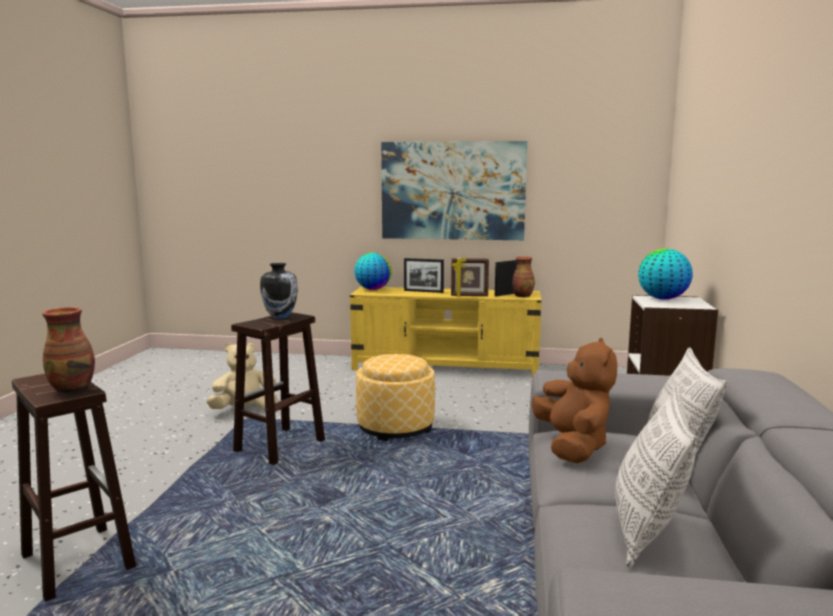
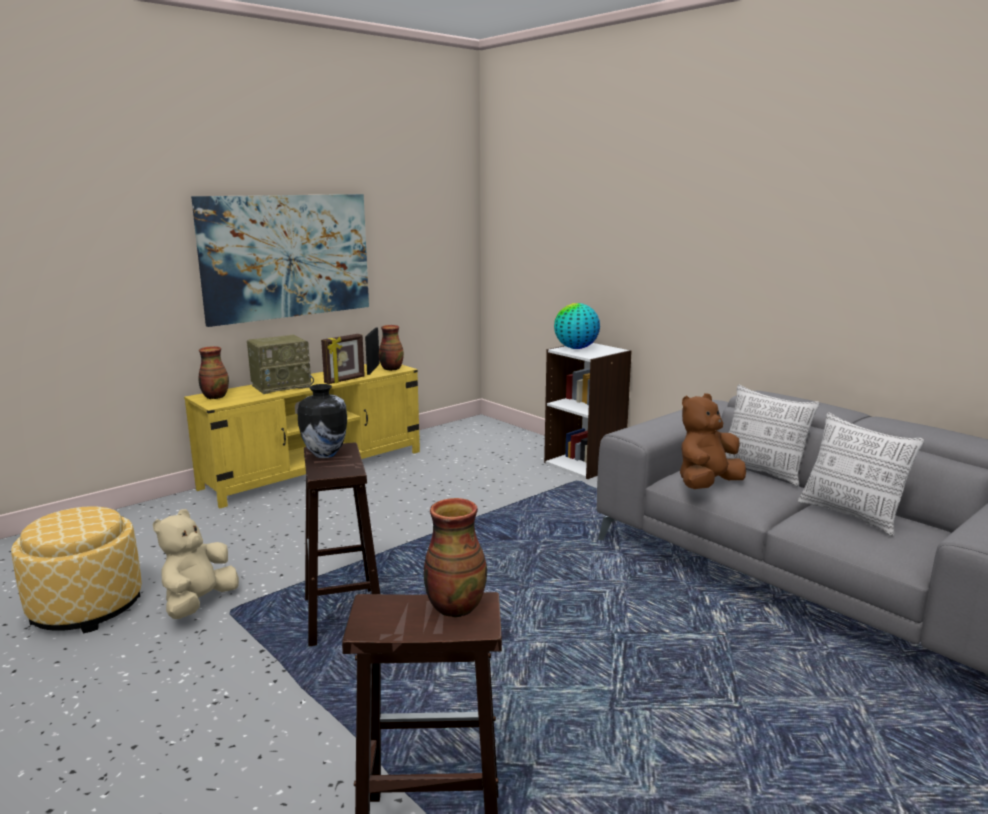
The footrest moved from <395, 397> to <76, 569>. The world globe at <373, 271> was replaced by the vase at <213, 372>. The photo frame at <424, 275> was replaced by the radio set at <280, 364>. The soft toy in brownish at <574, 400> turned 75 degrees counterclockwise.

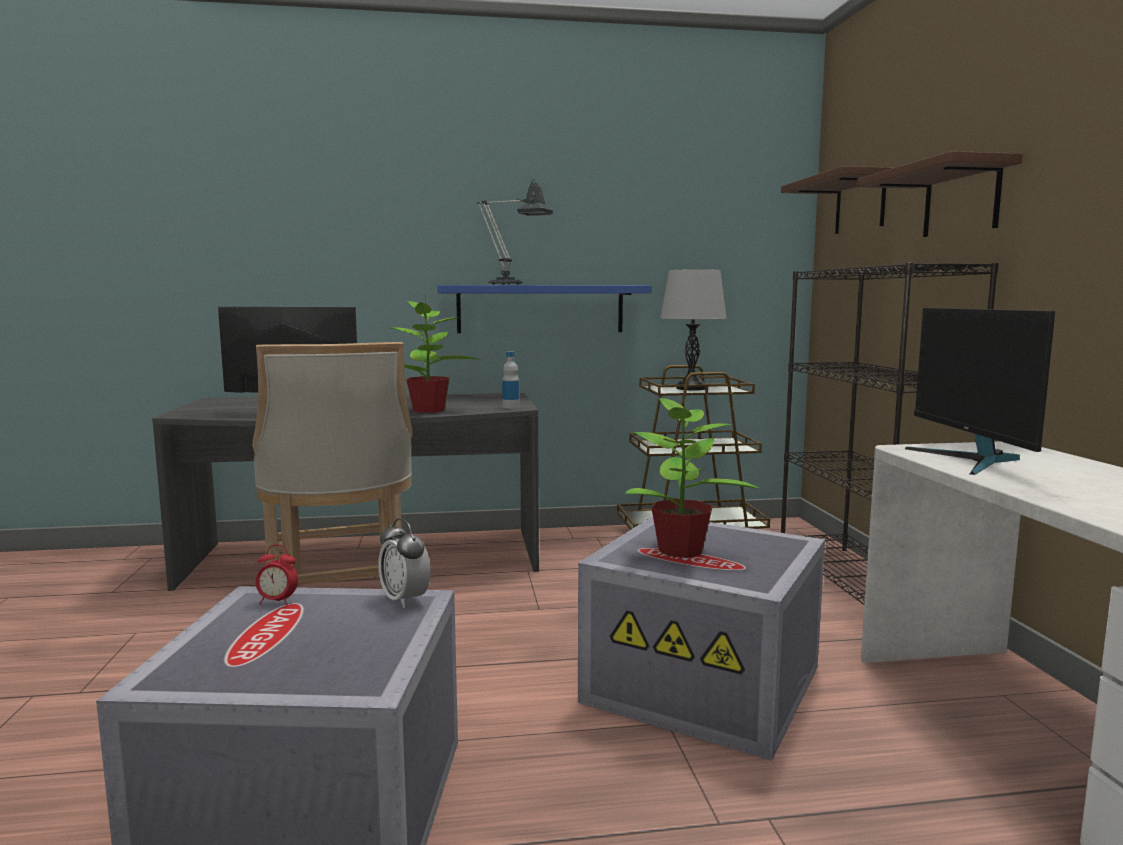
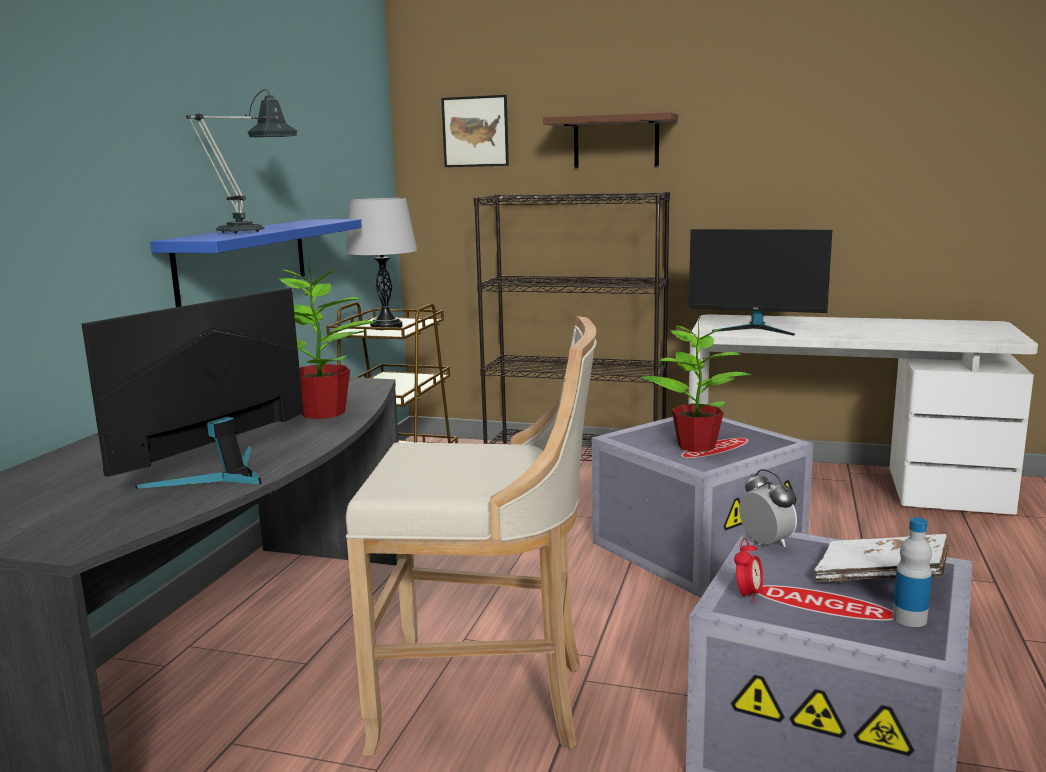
The wall shelf in brownish at <838, 200> was replaced by the wall picture at <475, 131>. The table clock at <404, 563> turned 105 degrees counterclockwise. The book in whitish at <881, 558> appeared. The drink bottle moved from <510, 380> to <912, 572>.

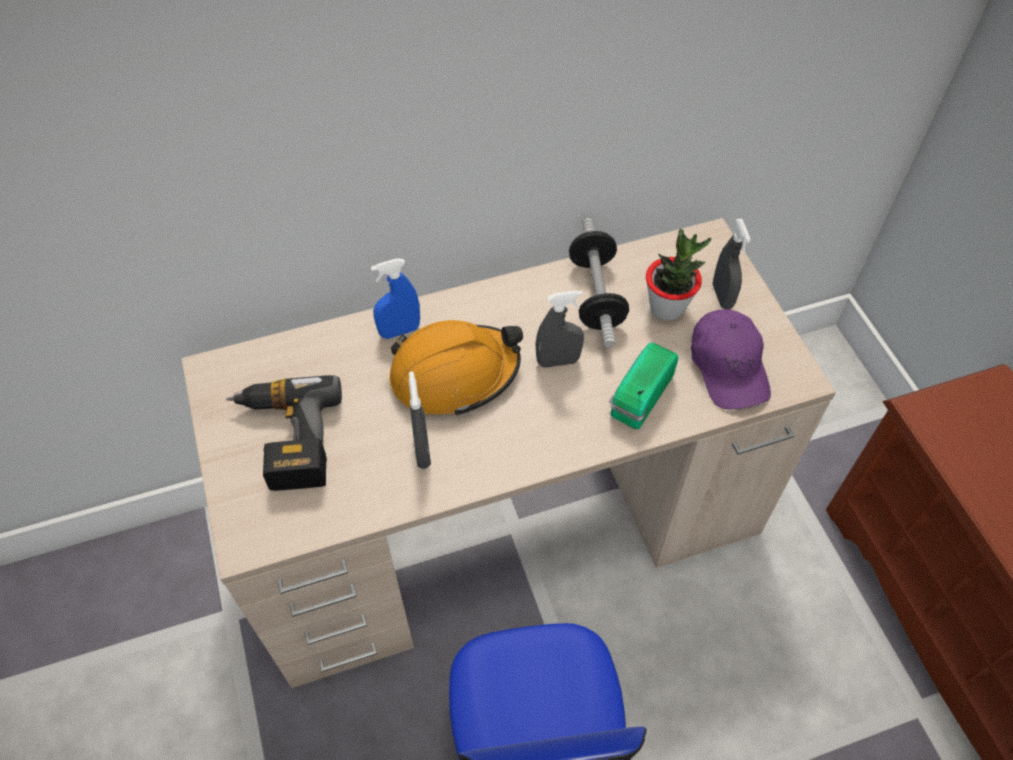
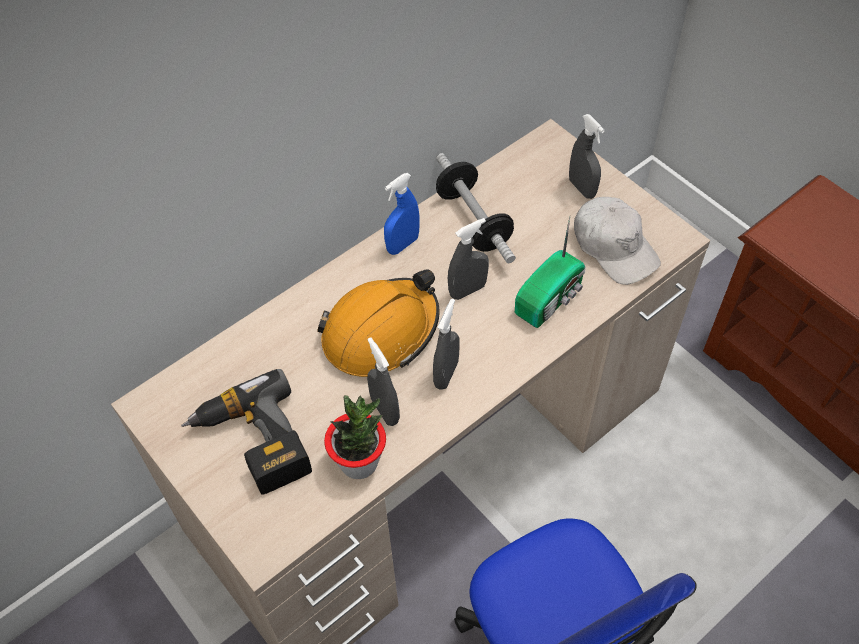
The plant in a pot moved from <678, 275> to <355, 437>. The sprayer in blue moved from <395, 298> to <402, 214>. The sprayer in grey at <446, 344> appeared. The radio set at <643, 386> turned 150 degrees counterclockwise. The peaked cap in purplish at <731, 359> became the peaked cap in whitish at <617, 241>.

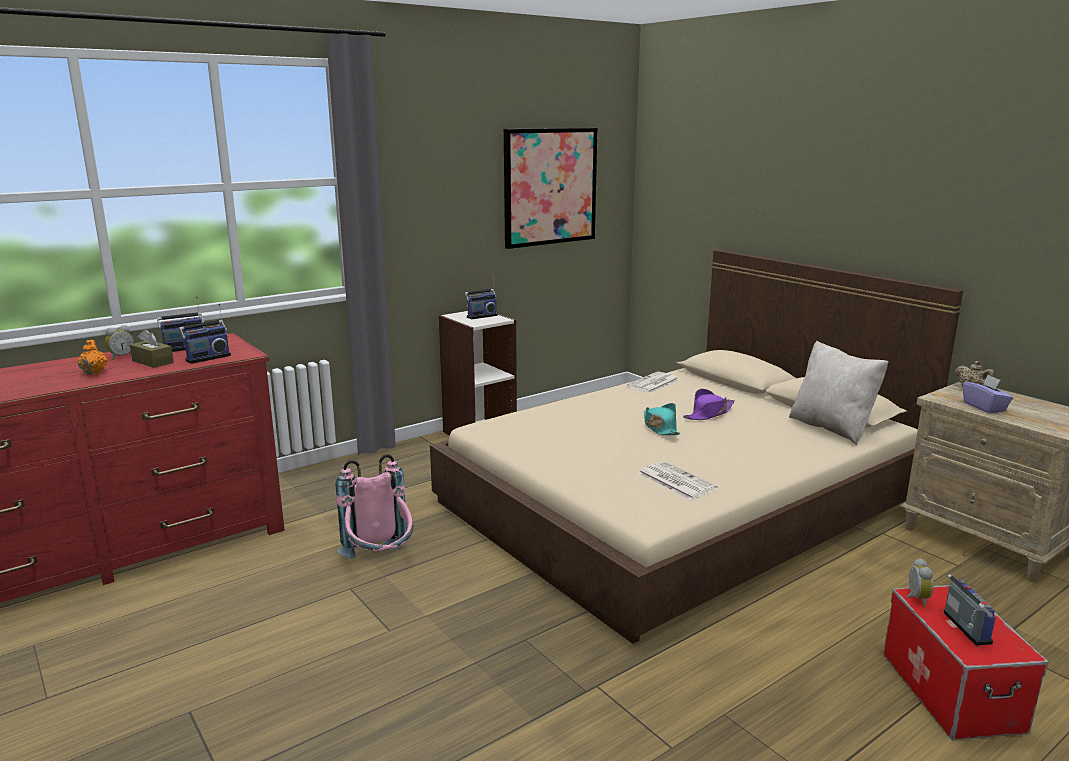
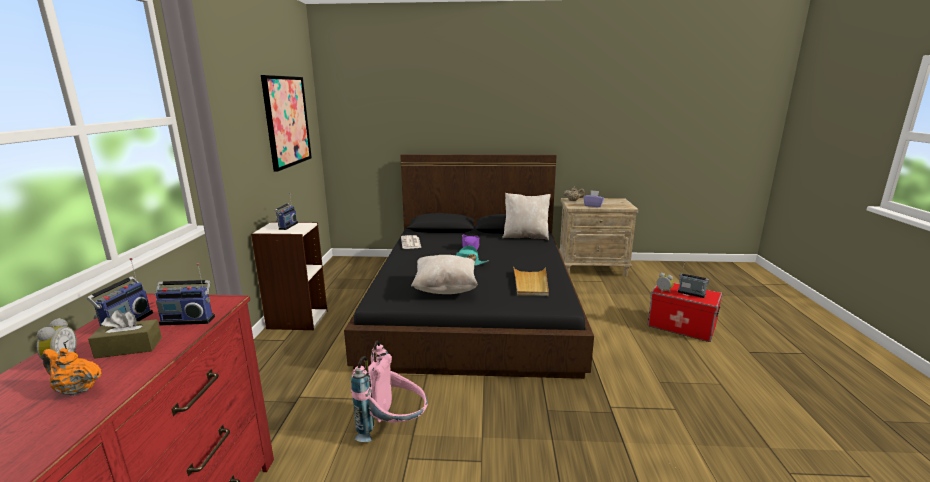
The radio set at <205, 333> turned 90 degrees clockwise. The bed in sand-coloured at <696, 447> became the bed in blackish at <469, 266>. The pillow in sand-coloured at <444, 274> appeared. The newspaper at <677, 480> was replaced by the tray in sand-coloured at <531, 281>.

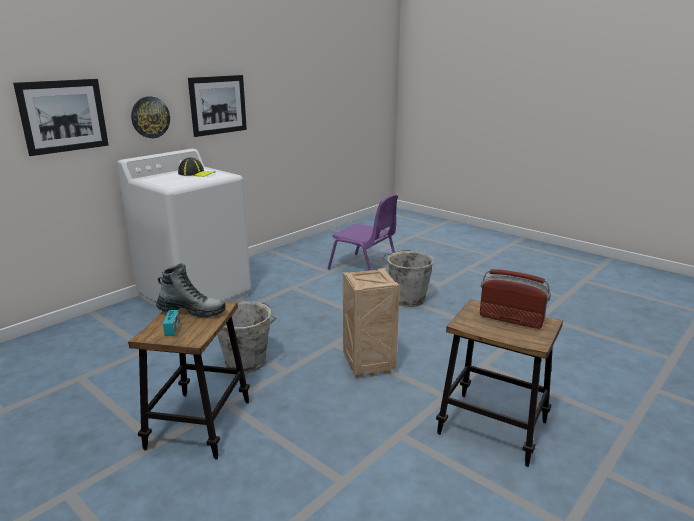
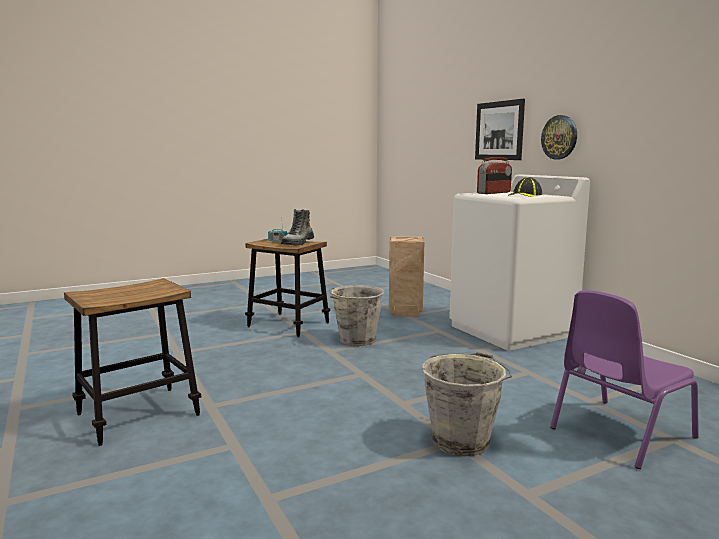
The crate moved from <371, 323> to <406, 276>. The radio set moved from <515, 299> to <494, 175>. The wall picture at <217, 106> disappeared.

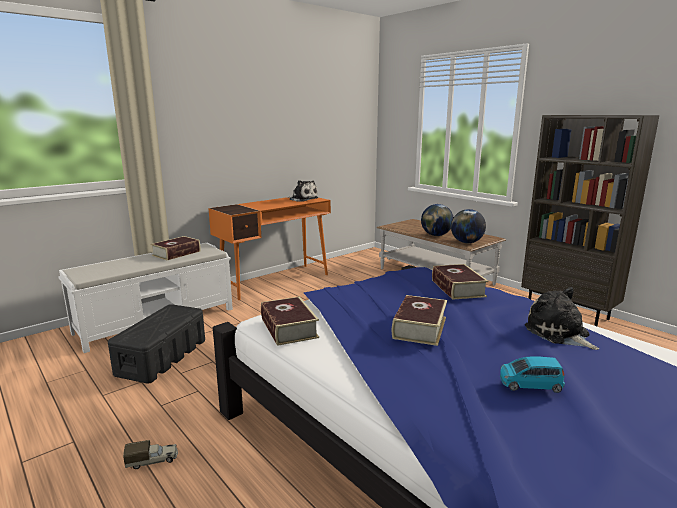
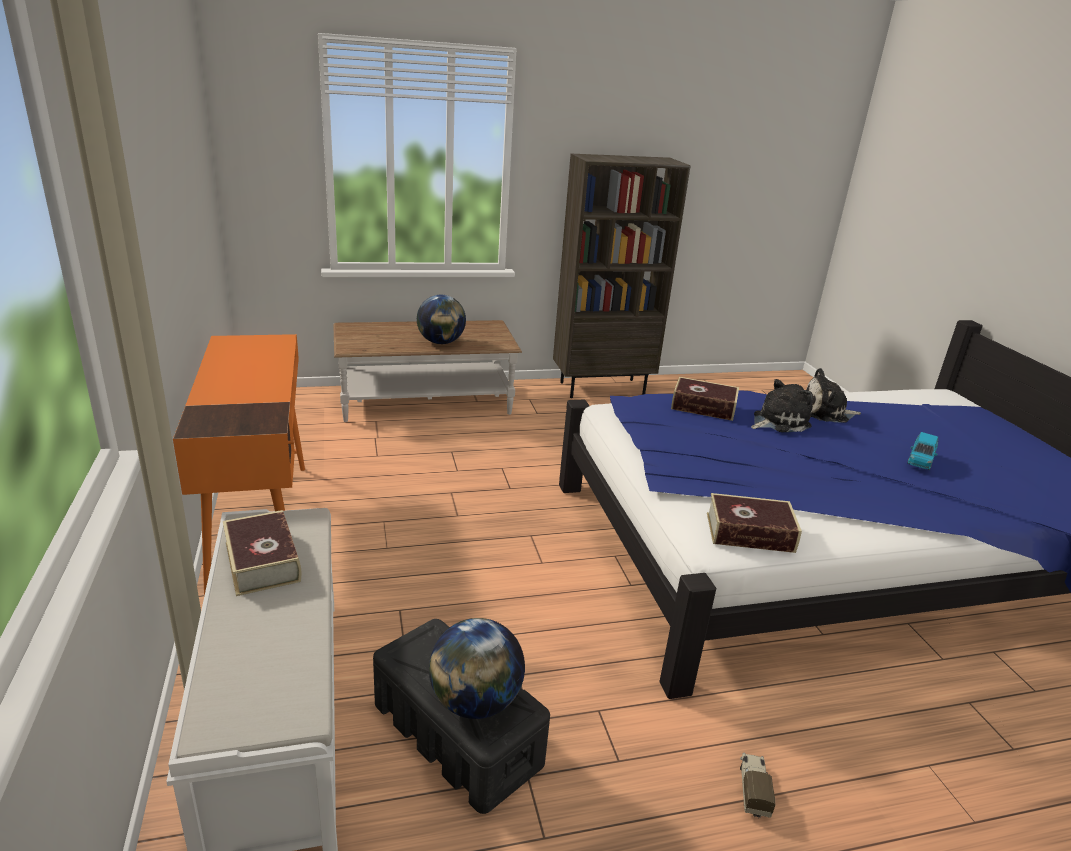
The world globe moved from <468, 226> to <477, 668>. The soft toy moved from <302, 191> to <782, 405>. The book at <419, 320> disappeared.

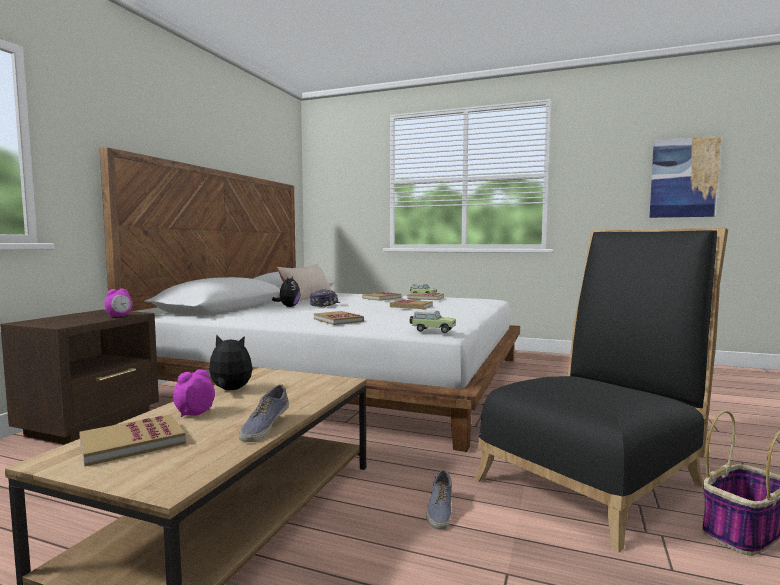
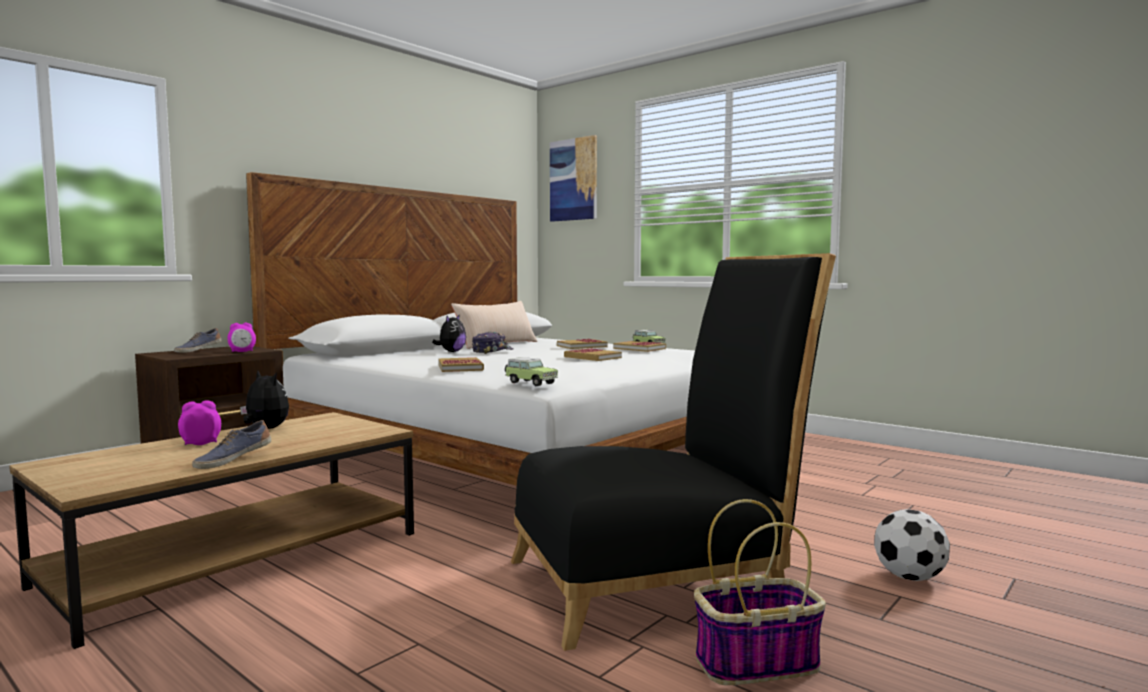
The item of footwear moved from <439, 500> to <198, 340>. The wall picture moved from <685, 177> to <573, 178>. The ball for football at <912, 545> appeared. The book at <132, 440> disappeared.

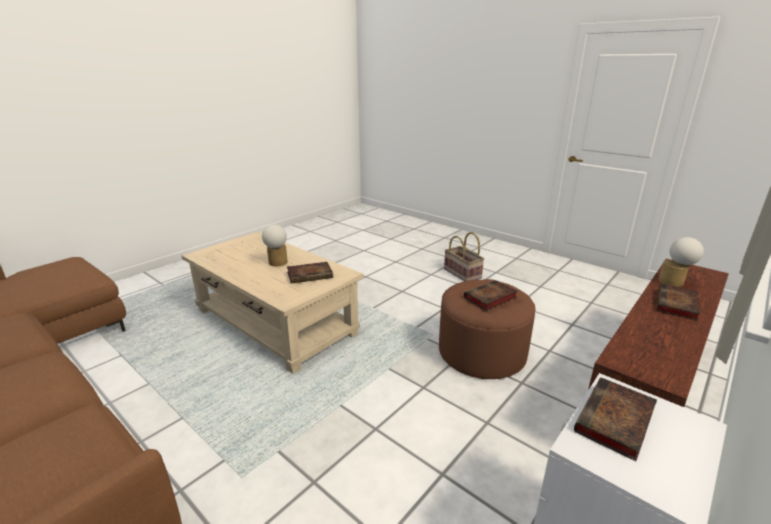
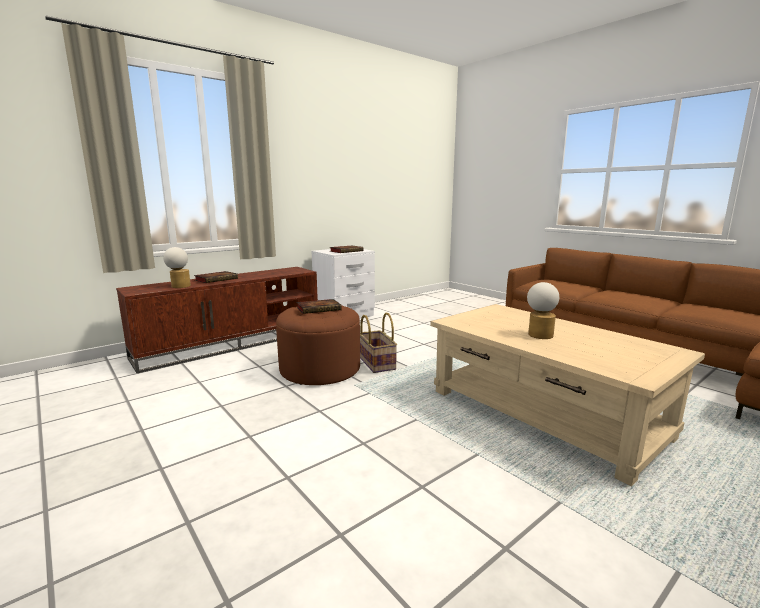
The basket moved from <464, 256> to <378, 342>. The book at <310, 273> disappeared.

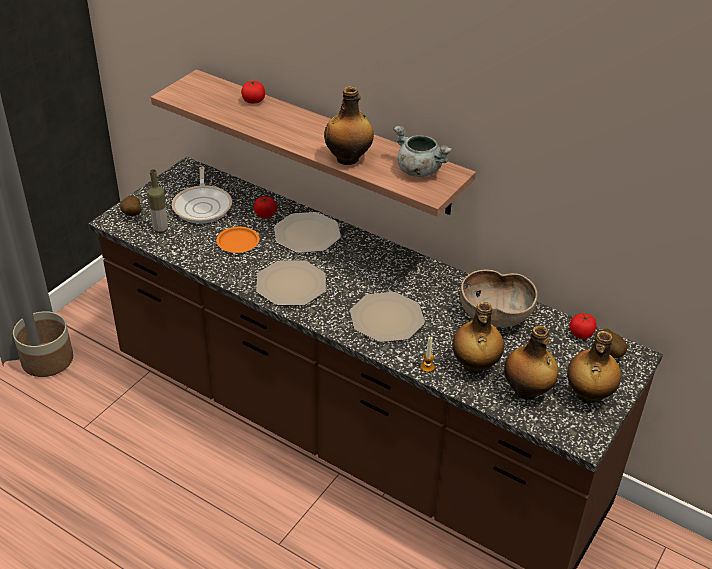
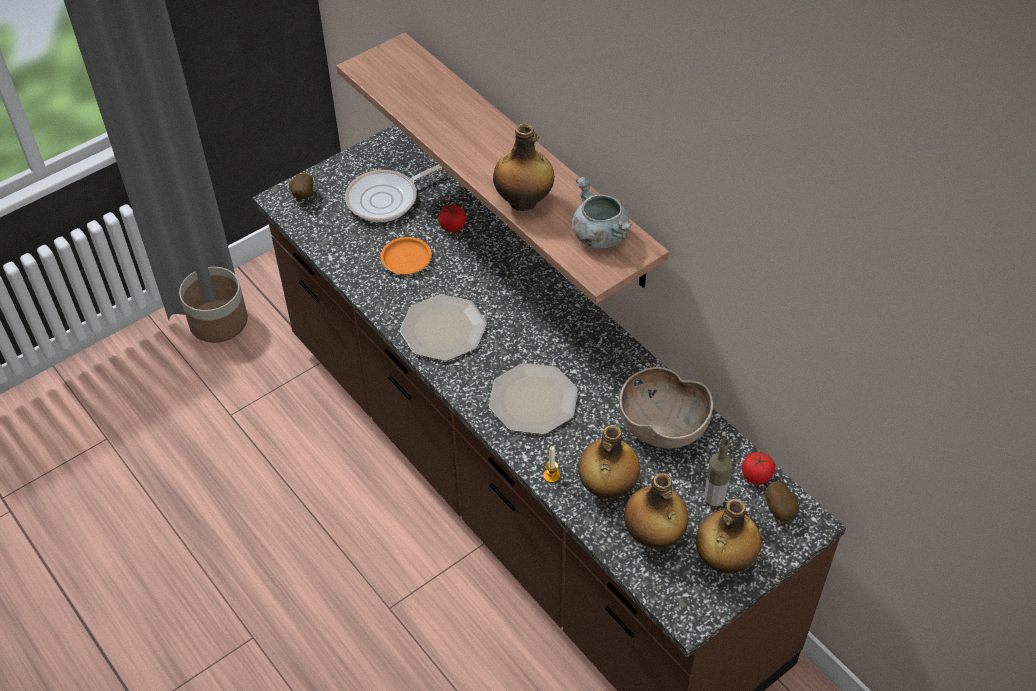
The skillet at <202, 195> turned 45 degrees clockwise. The drink bottle moved from <157, 201> to <718, 473>. The fresh tomato at <253, 91> disappeared. The plate at <307, 232> disappeared.

